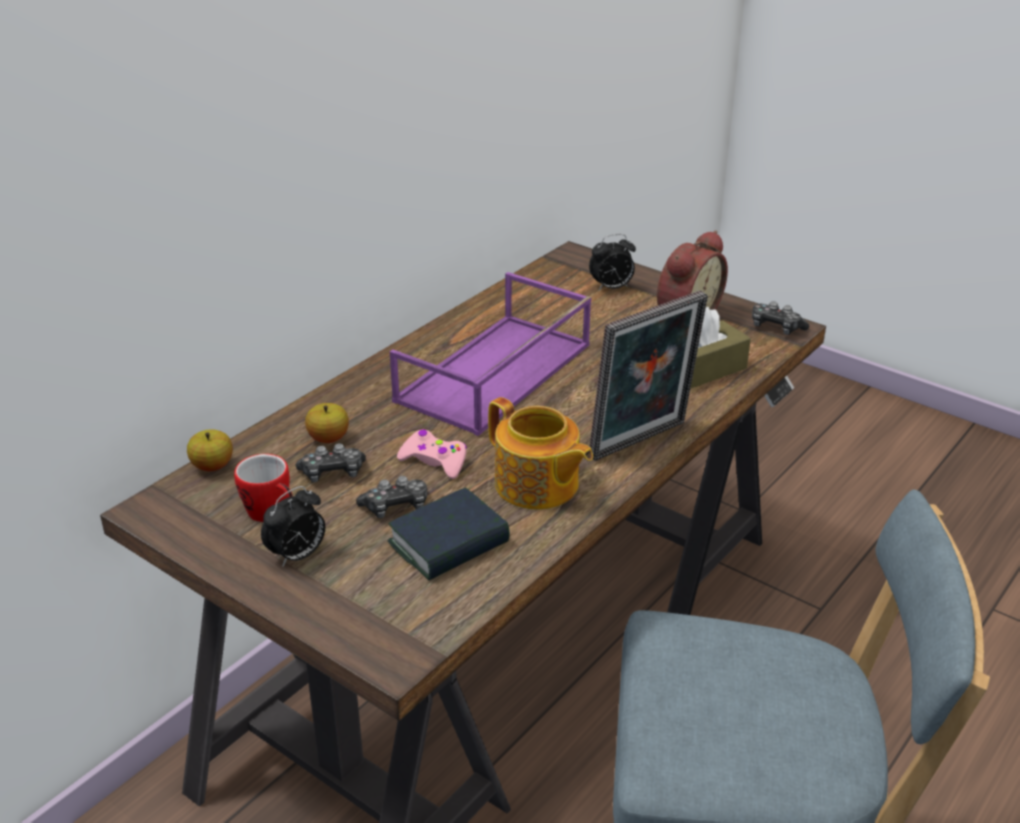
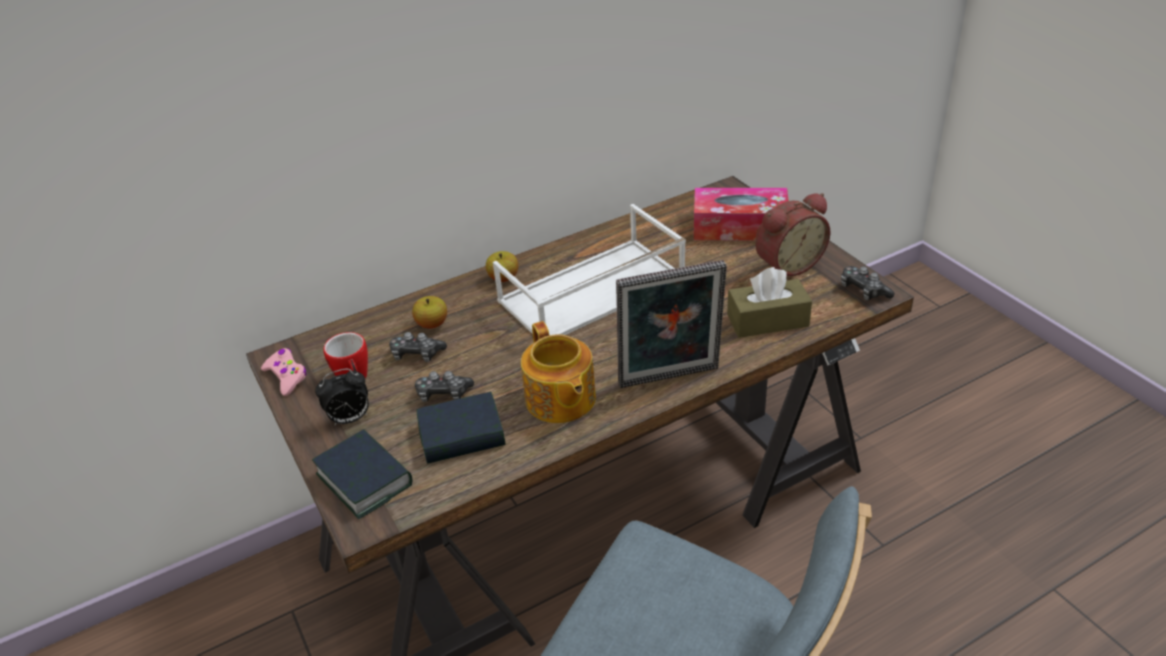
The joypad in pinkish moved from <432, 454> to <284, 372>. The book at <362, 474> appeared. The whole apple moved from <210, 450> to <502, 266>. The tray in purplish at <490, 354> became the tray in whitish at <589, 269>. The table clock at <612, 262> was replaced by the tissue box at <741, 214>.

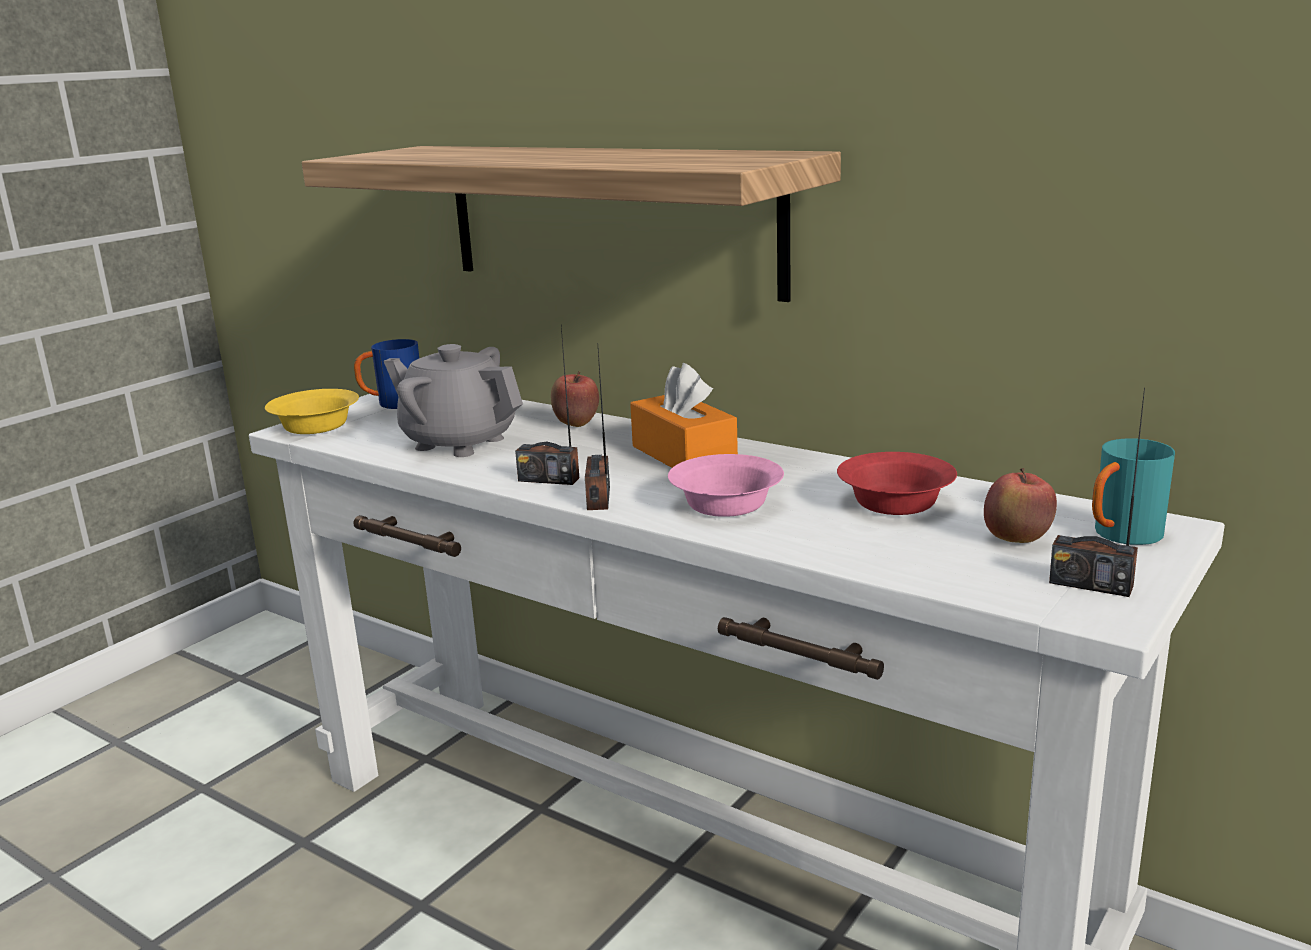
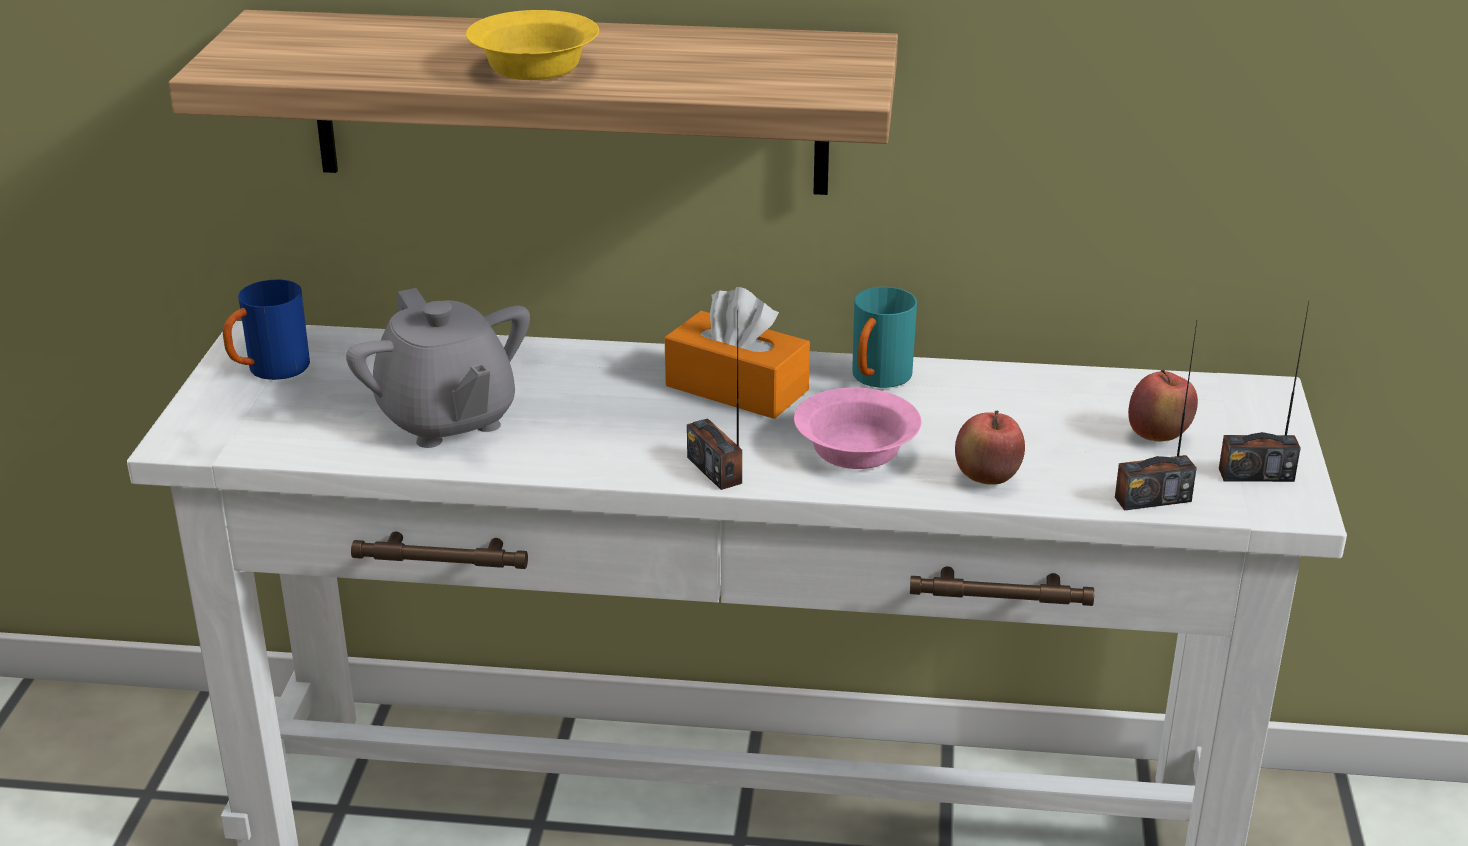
The pot for tea in grey at <453, 400> turned 120 degrees counterclockwise. The serving bowl in yellow-coloured moved from <312, 411> to <532, 45>. The tea mug in turquoise-coloured moved from <1133, 491> to <884, 337>. The whole apple moved from <575, 399> to <990, 447>. The radio set moved from <547, 405> to <1156, 416>. The serving bowl in red-coloured at <897, 483> disappeared.

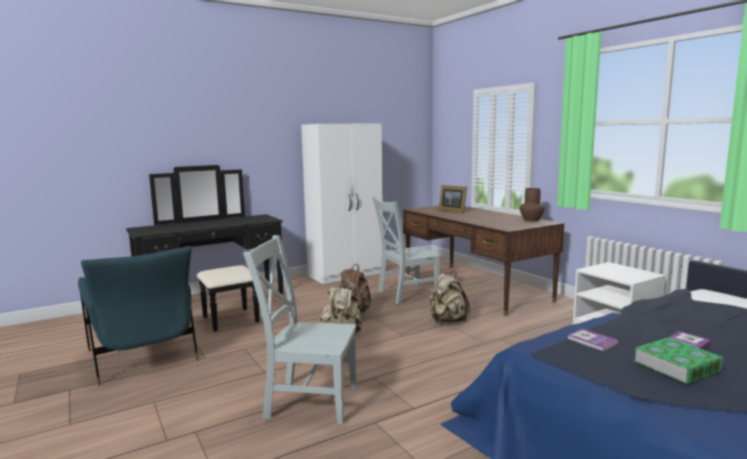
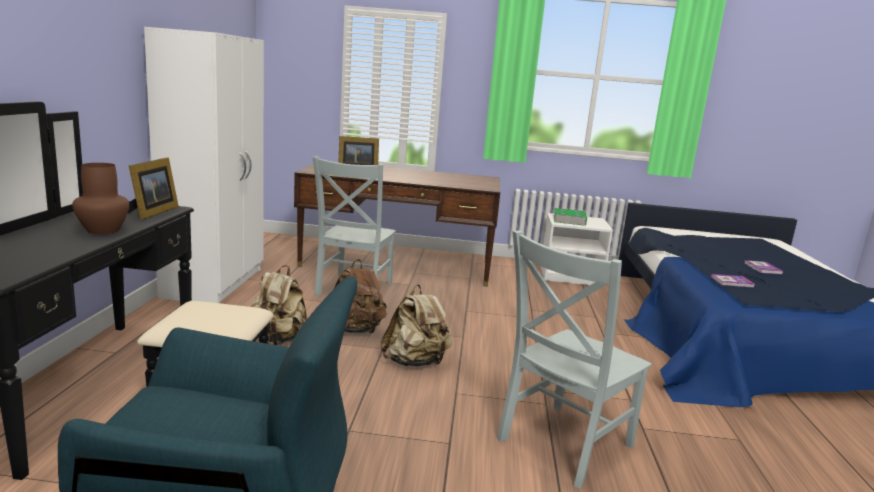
The vase in brownish moved from <532, 204> to <100, 198>. The photo frame at <153, 188> appeared. The knapsack in sand-coloured moved from <449, 297> to <278, 305>. The book moved from <678, 360> to <570, 217>.

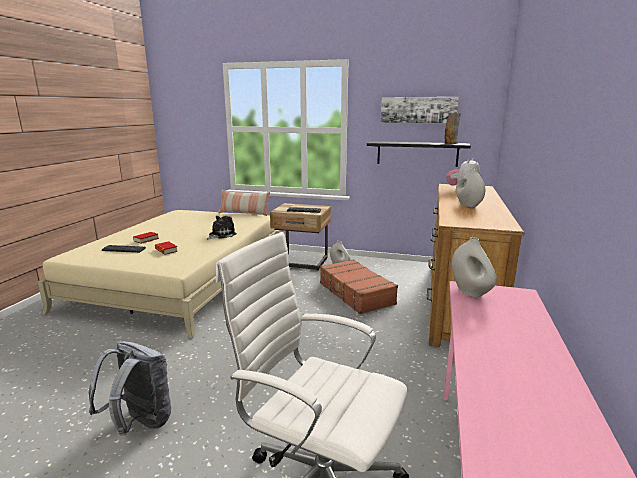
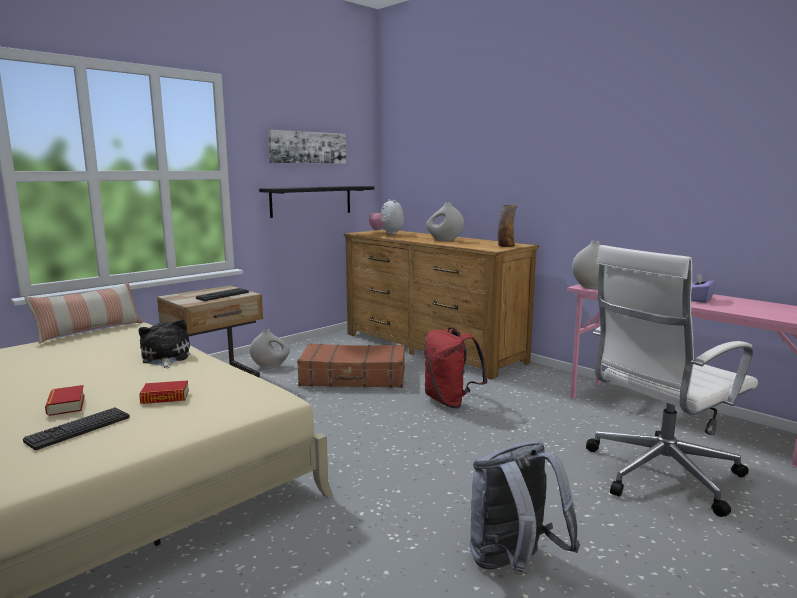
The knapsack in red-coloured at <455, 367> appeared. The vase moved from <453, 128> to <507, 226>. The tissue box in purplish at <703, 288> appeared.

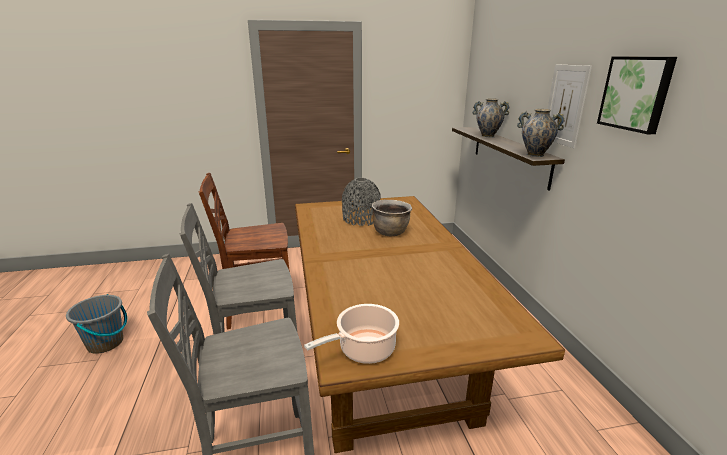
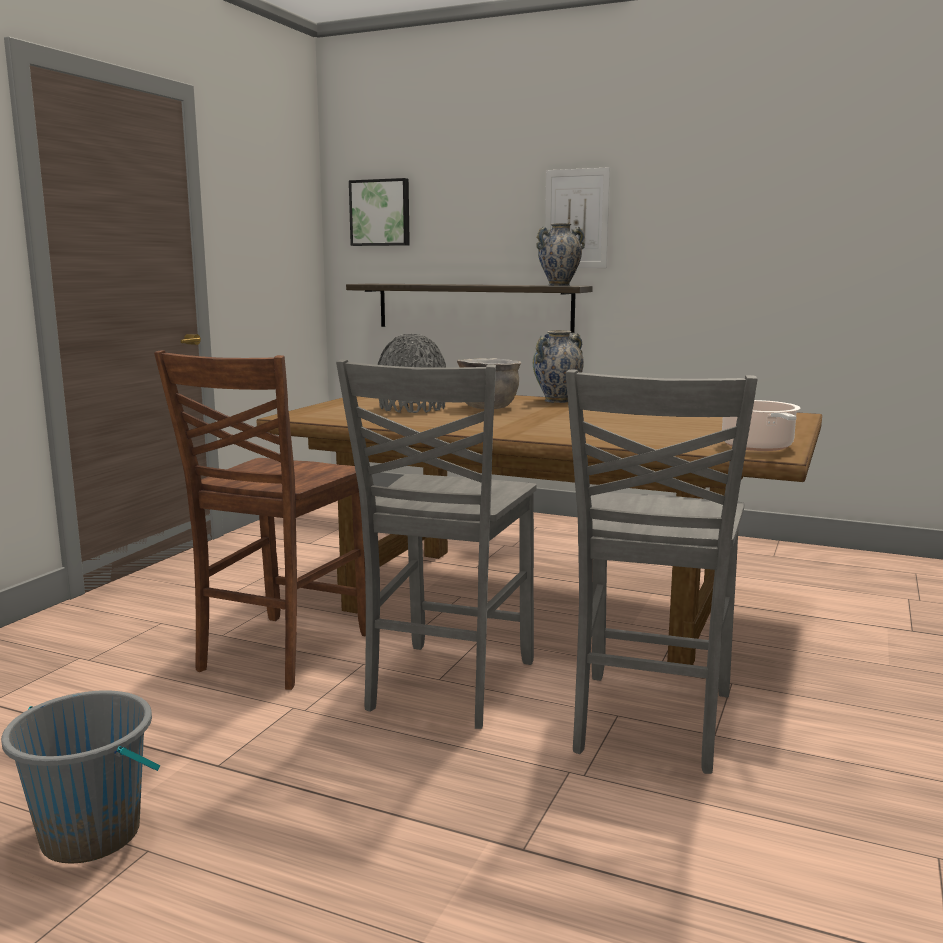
The wall picture moved from <637, 95> to <379, 212>. The vase moved from <491, 118> to <558, 366>.

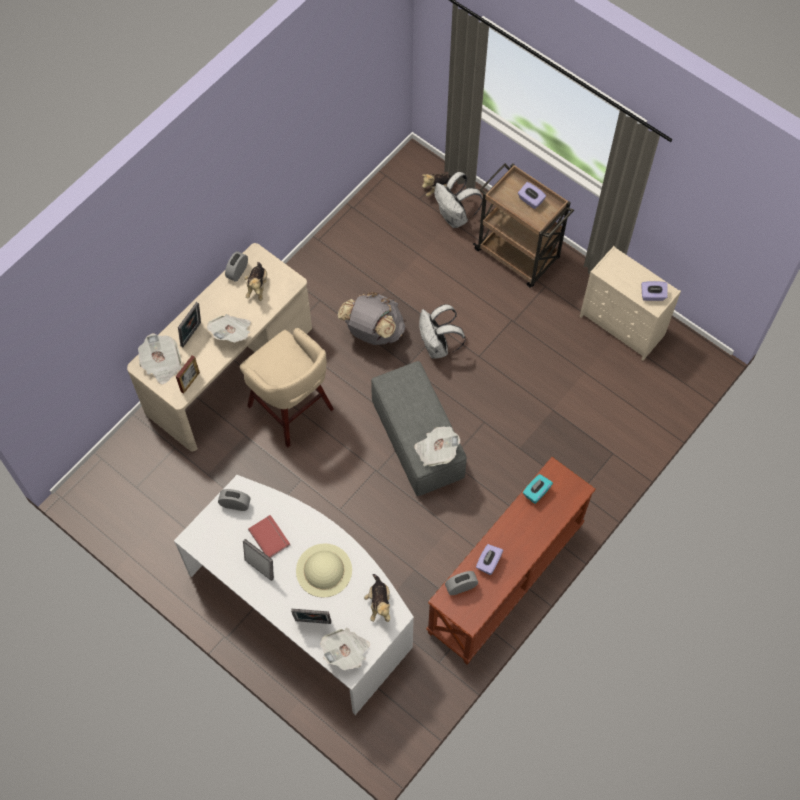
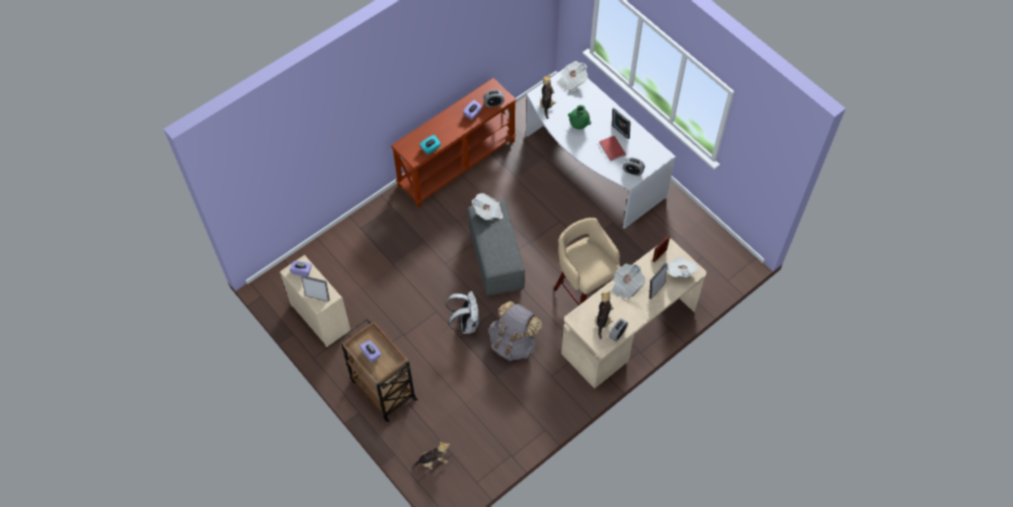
The photo frame moved from <311, 616> to <316, 288>. The wearable hat in sand-coloured at <324, 570> was replaced by the vase in greenish at <579, 117>. The knapsack in whitish at <458, 200> disappeared.

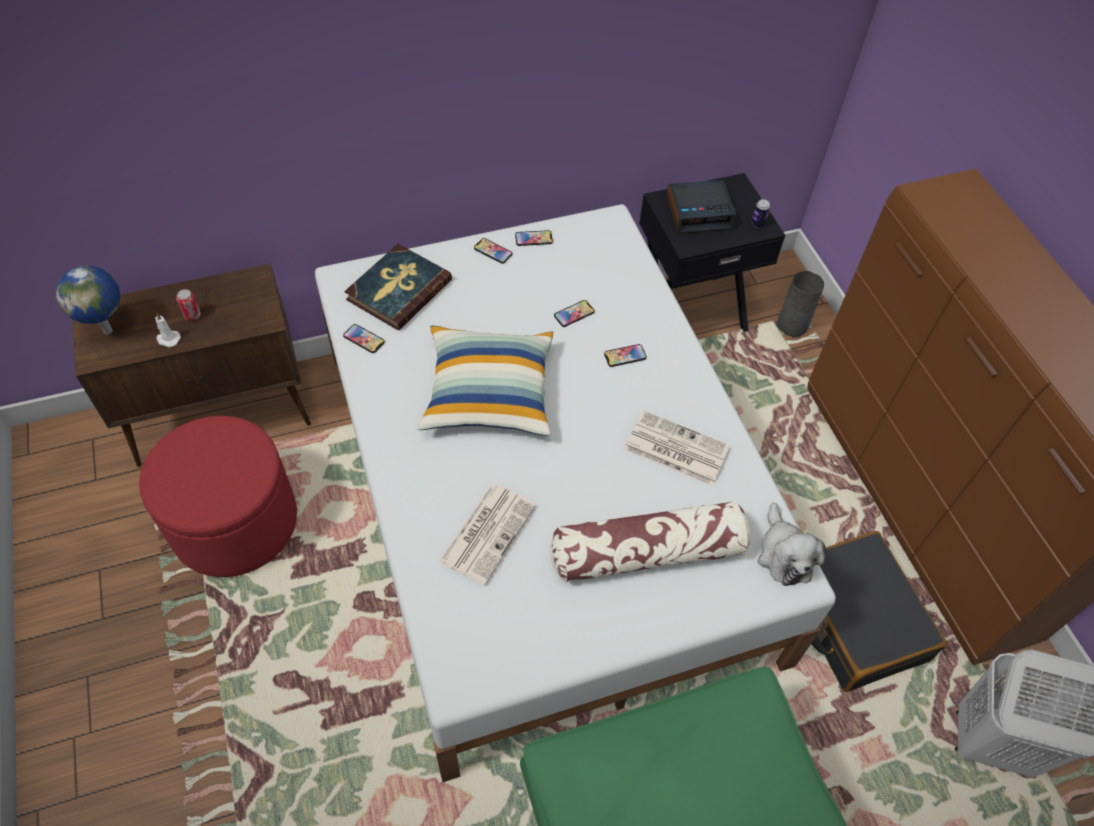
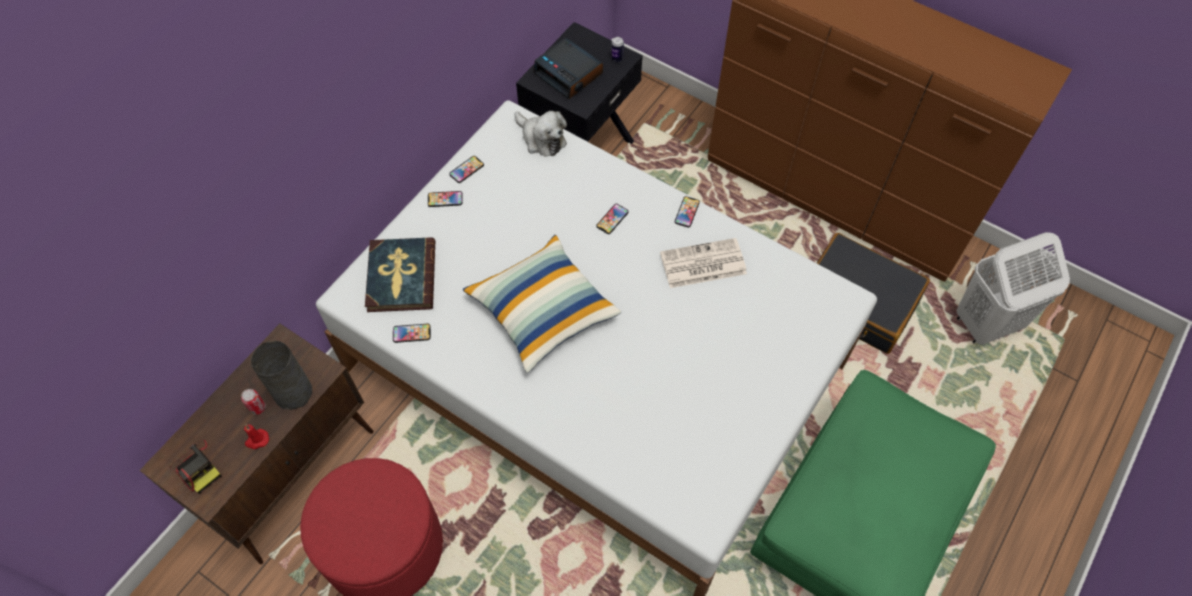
The world globe at <88, 300> was replaced by the photo camera at <195, 466>. The wax candle in whitish at <168, 330> became the wax candle in red-coloured at <256, 437>. The vase in grey moved from <800, 304> to <281, 375>. The soft toy moved from <792, 544> to <541, 134>. The table clock at <701, 207> turned 90 degrees clockwise. The phone moved from <574, 313> to <687, 212>. The newspaper at <487, 535> disappeared. The pillow at <650, 541> disappeared.

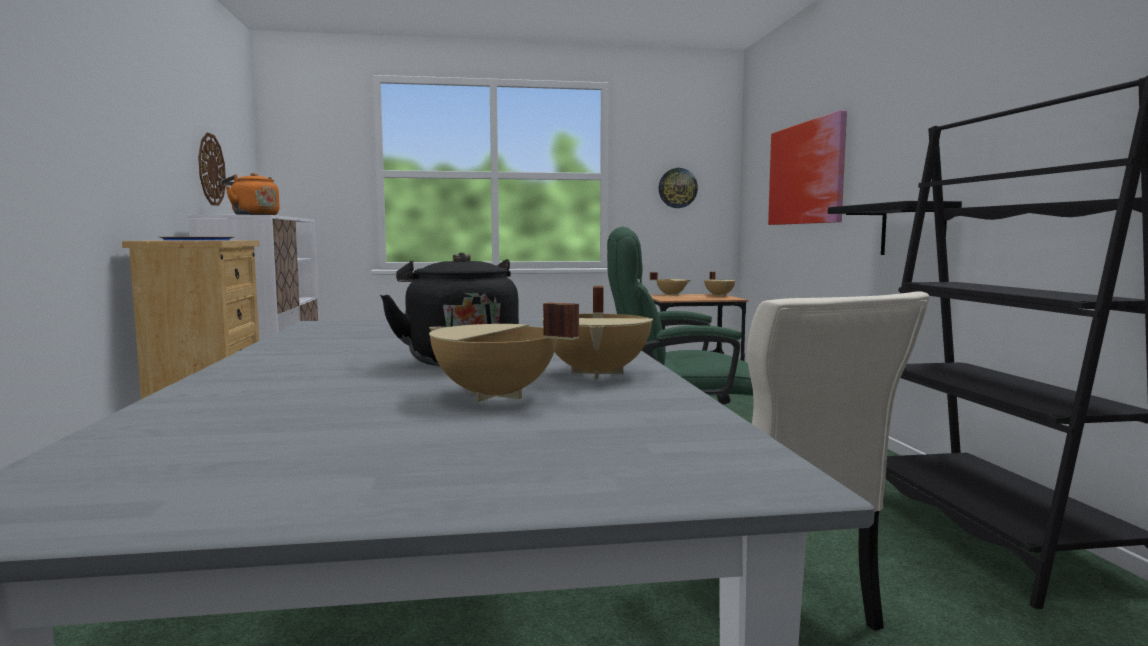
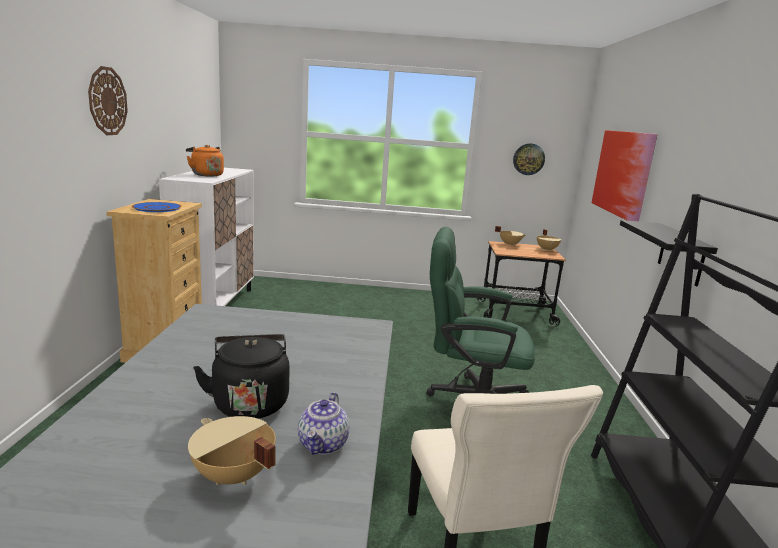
The hanging clock moved from <212, 169> to <108, 100>. The saucepot in sand-coloured at <597, 332> was replaced by the pot for tea at <323, 423>.

